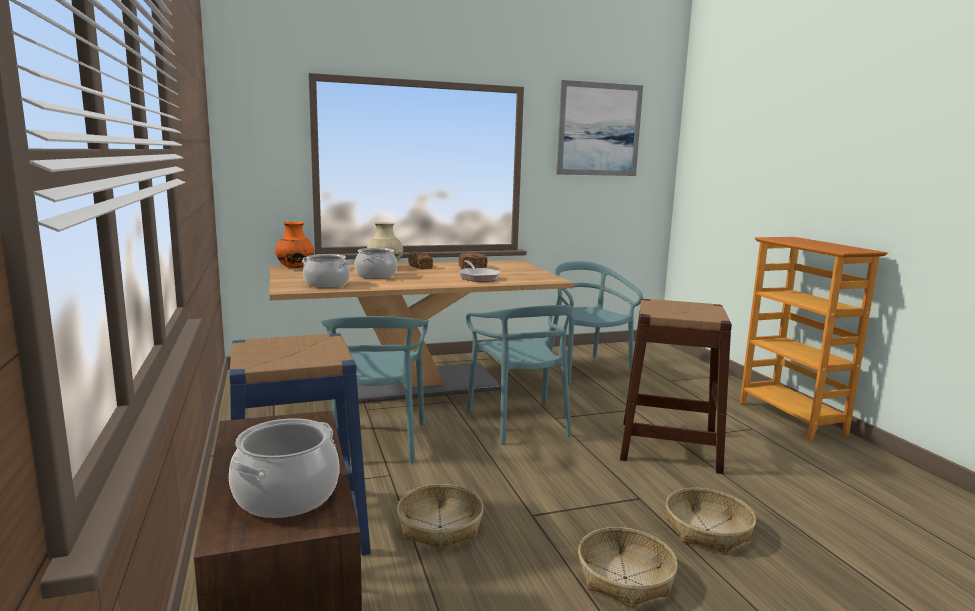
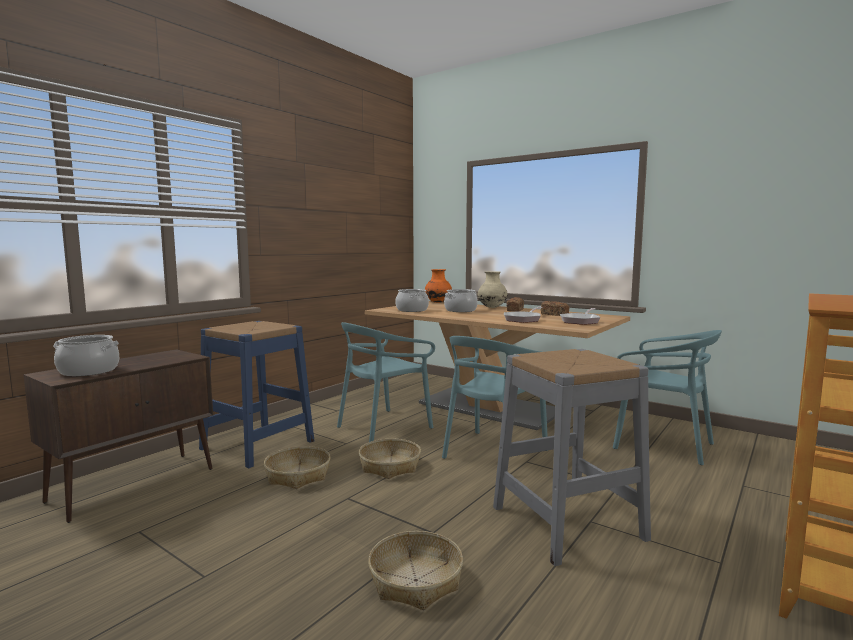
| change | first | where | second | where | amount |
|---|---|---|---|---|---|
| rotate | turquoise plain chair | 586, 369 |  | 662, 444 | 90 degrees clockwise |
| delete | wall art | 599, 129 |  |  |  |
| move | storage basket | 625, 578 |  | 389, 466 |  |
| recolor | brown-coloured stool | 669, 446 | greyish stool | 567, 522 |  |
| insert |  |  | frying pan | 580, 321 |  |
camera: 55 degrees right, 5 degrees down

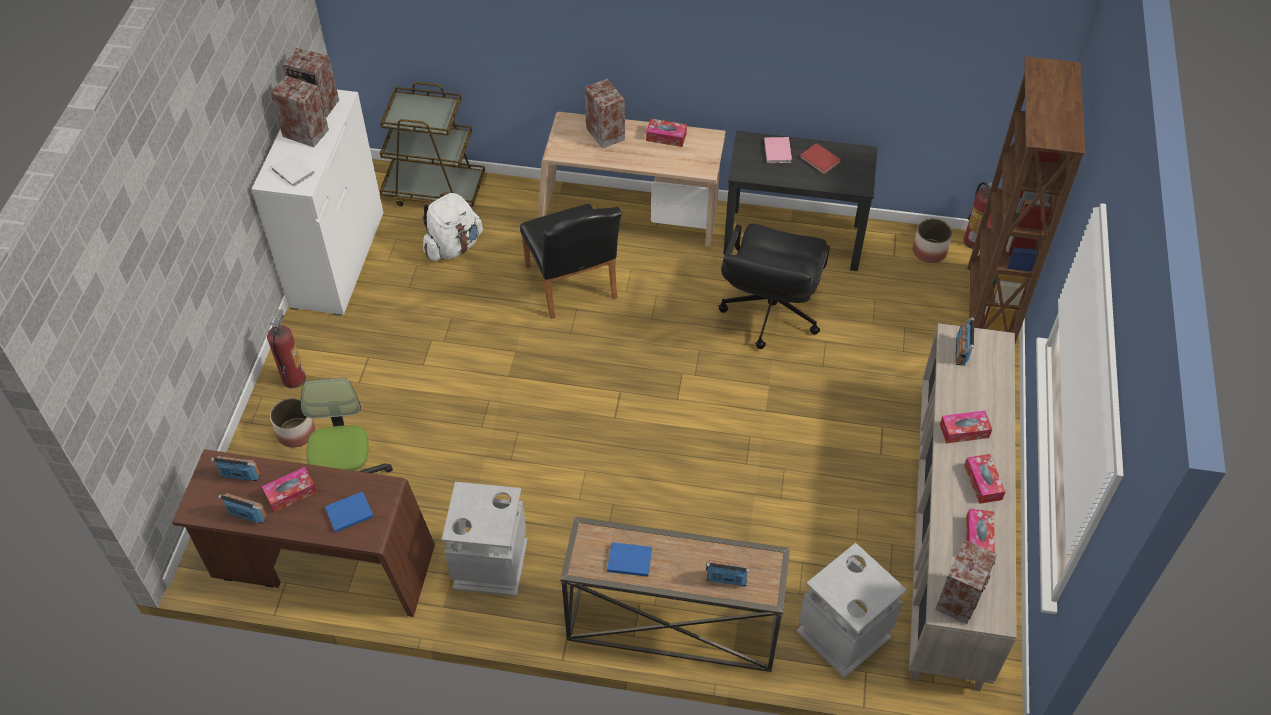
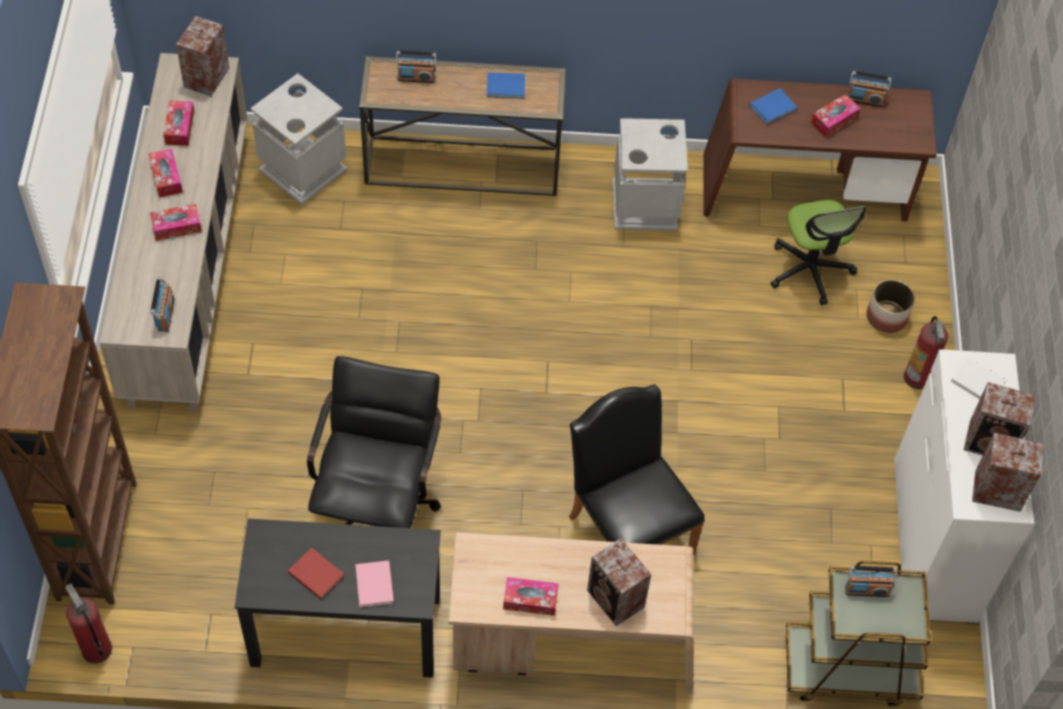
| change | first | where | second | where | amount |
|---|---|---|---|---|---|
| move | radio receiver | 240, 475 |  | 866, 590 |  |
| delete | white rucksack | 453, 246 |  |  |  |
| delete | plant pot | 929, 251 |  |  |  |
camera: 170 degrees right, 5 degrees up

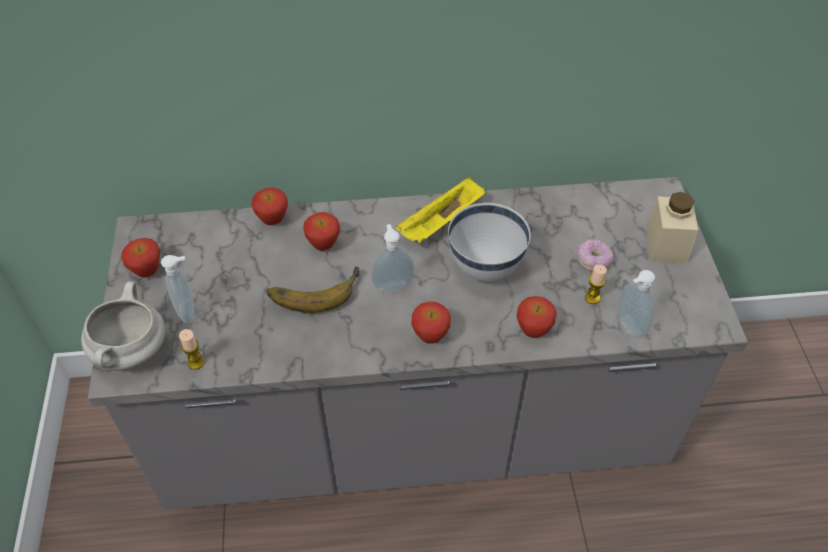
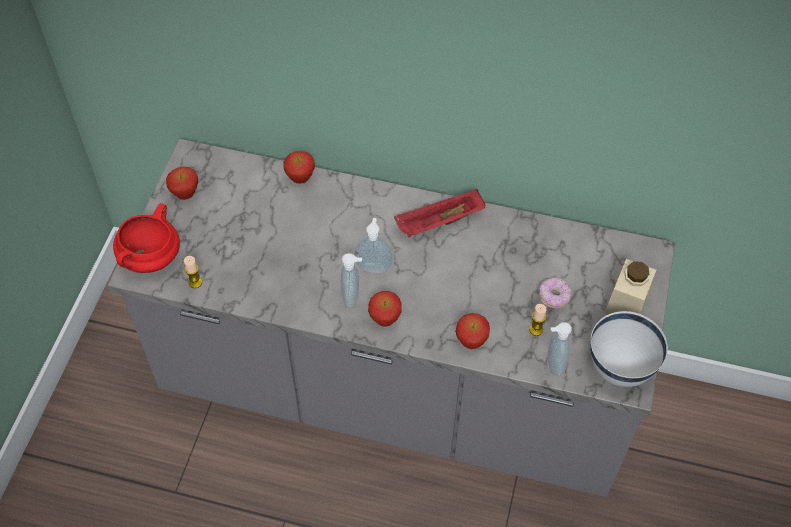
| change | first | where | second | where | amount |
|---|---|---|---|---|---|
| recolor | white cooking pot | 131, 352 | reddish cooking pot | 151, 259 |  |
| move | soap dispenser | 189, 311 |  | 352, 297 |  |
| delete | banana | 313, 289 |  |  |  |
| delete | whole apple | 323, 245 |  |  |  |
| recolor | yellow-coloured carrying tray | 441, 223 | reddish carrying tray | 439, 223 |  |
| move | white bowl | 484, 269 |  | 618, 369 |  |
camera: 20 degrees right, 5 degrees up

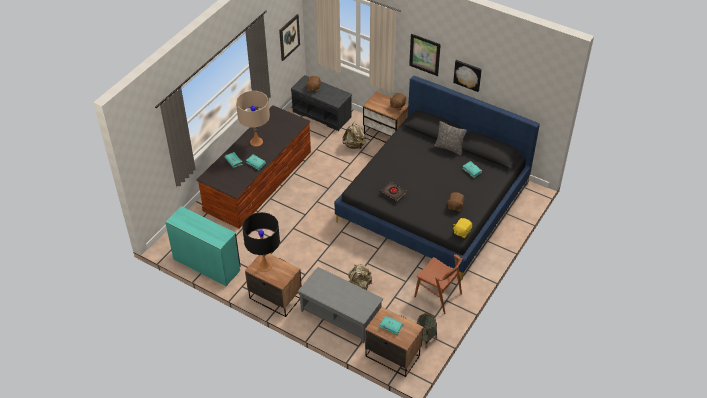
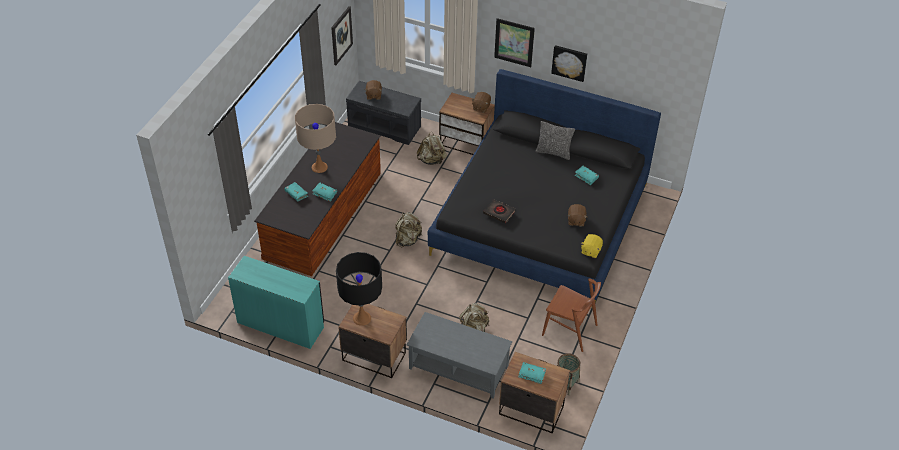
| change | first | where | second | where | amount |
|---|---|---|---|---|---|
| insert |  |  | sand-coloured rucksack | 407, 239 |  |
camera: 10 degrees left, 0 degrees up

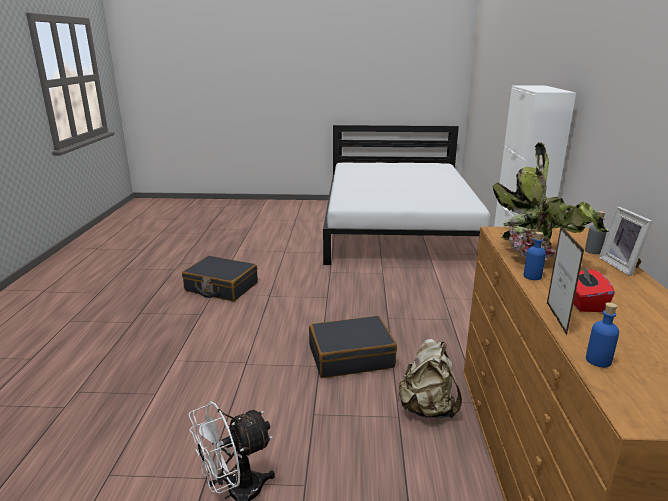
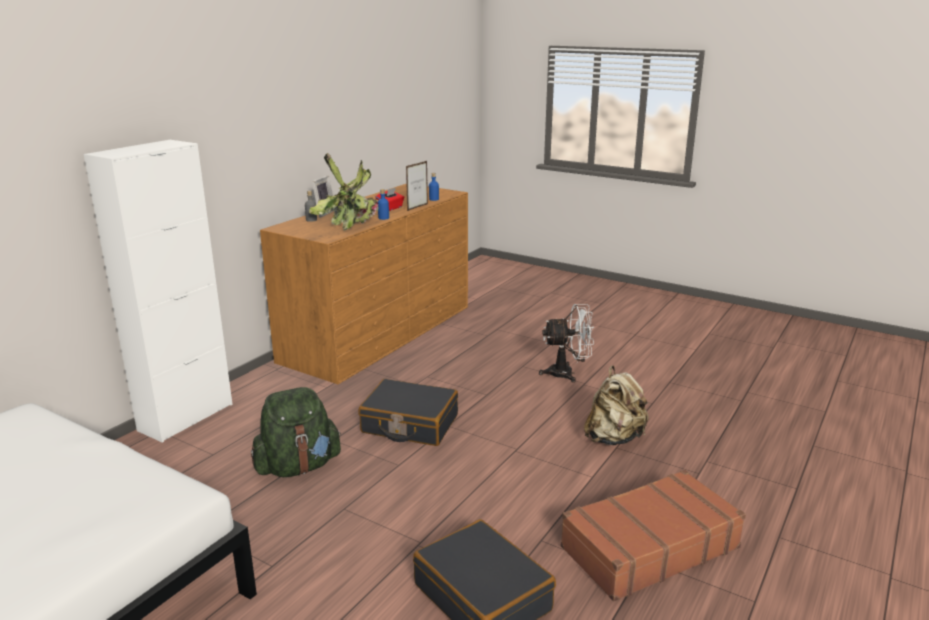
| change | first | where | second | where | amount |
|---|---|---|---|---|---|
| move | sand-coloured rucksack | 427, 408 |  | 614, 438 |  |
| insert |  |  | green rucksack | 298, 467 |  |
| insert |  |  | brown-coloured suitcase | 648, 547 |  |
camera: 150 degrees left, 0 degrees up

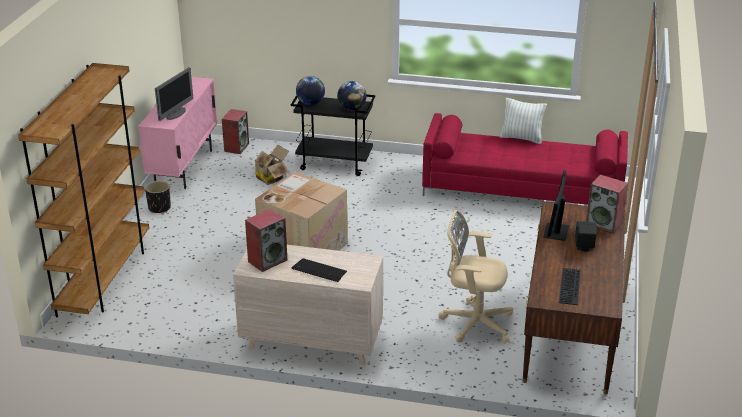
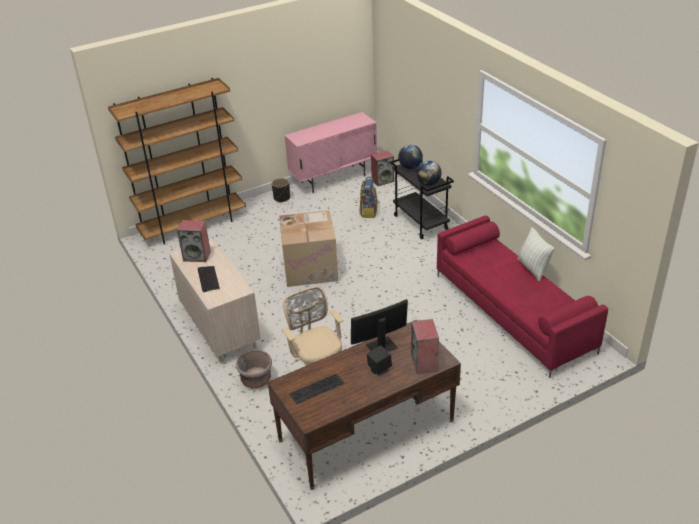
| change | first | where | second | where | amount |
|---|---|---|---|---|---|
| delete | computer display | 176, 114 |  |  |  |
| replace | carton | 271, 178 | rucksack | 368, 211 |  |
| insert |  |  | greyish plant pot | 256, 379 |  |
camera: 50 degrees right, 5 degrees up

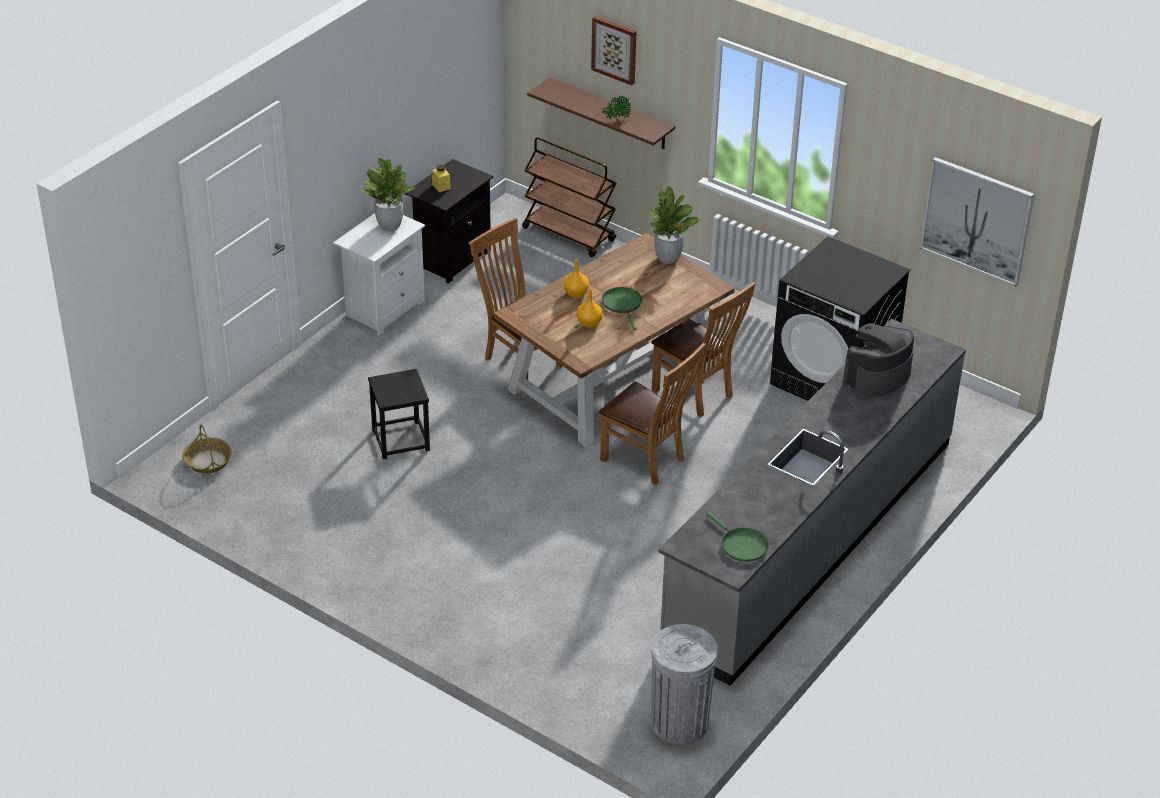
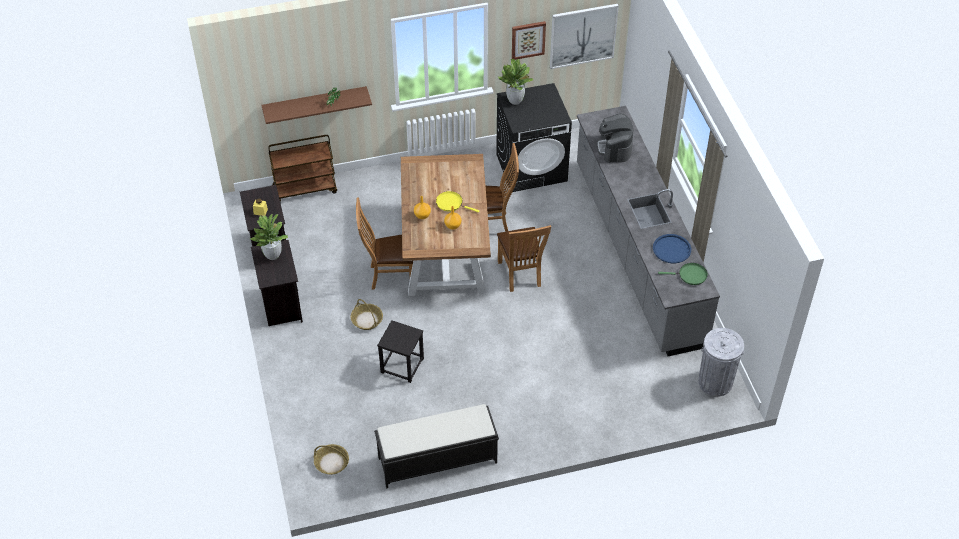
| change | first | where | second | where | amount |
|---|---|---|---|---|---|
| recolor | white night table | 383, 309 | blackish night table | 281, 306 |  |
| move | wall art | 614, 49 |  | 528, 39 |  |
| rotate | brown-coloured plain chair | 647, 461 |  | 521, 275 | 90 degrees clockwise |
| recolor | green frying pan | 623, 304 | yellow-coloured frying pan | 451, 203 |  |
| move | houseplant | 668, 258 |  | 515, 100 |  |
| insert |  |  | storage basket | 367, 320 |  |
| insert |  |  | blackish bench | 436, 460 |  |
| insert |  |  | bluish carrying tray | 671, 249 |  |
camera: 50 degrees left, 10 degrees up

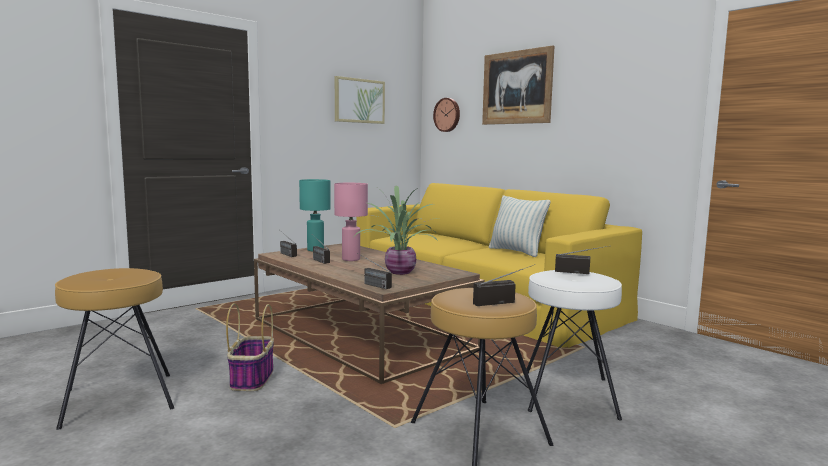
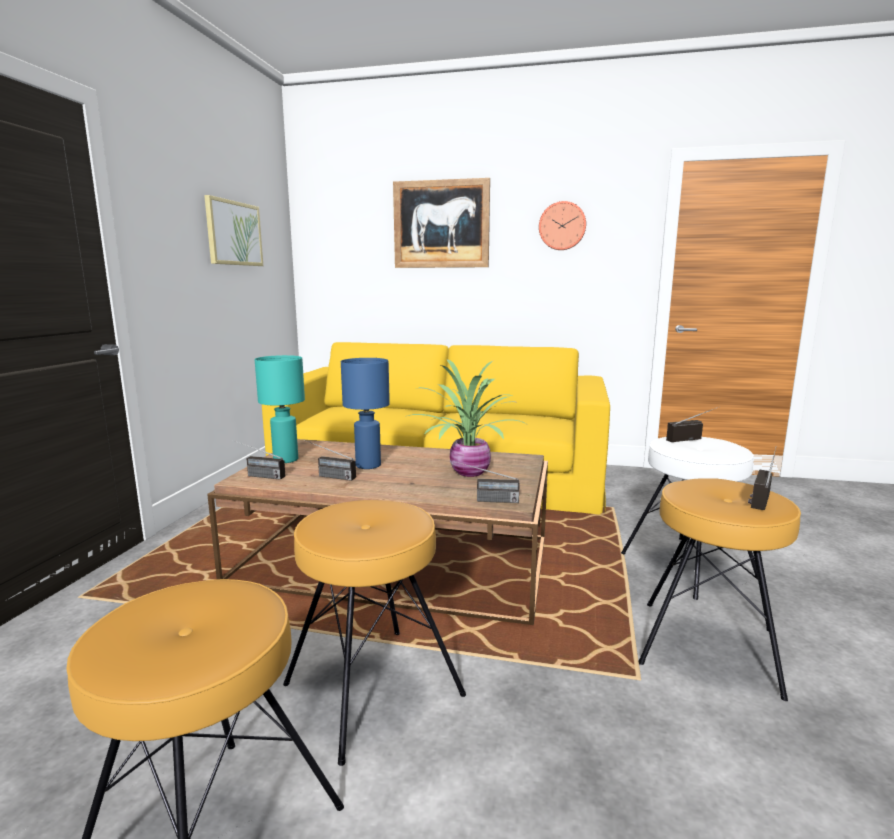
| change | first | where | second | where | amount |
|---|---|---|---|---|---|
| replace | storage basket | 252, 378 | brown-coloured stool | 372, 688 |  |
| recolor | pink tabletop lamp | 351, 259 | bluish tabletop lamp | 369, 465 |  |
| move | wall clock | 447, 115 |  | 562, 226 |  |
| delete | throw pillow | 516, 251 |  |  |  |
camera: 35 degrees left, 5 degrees up

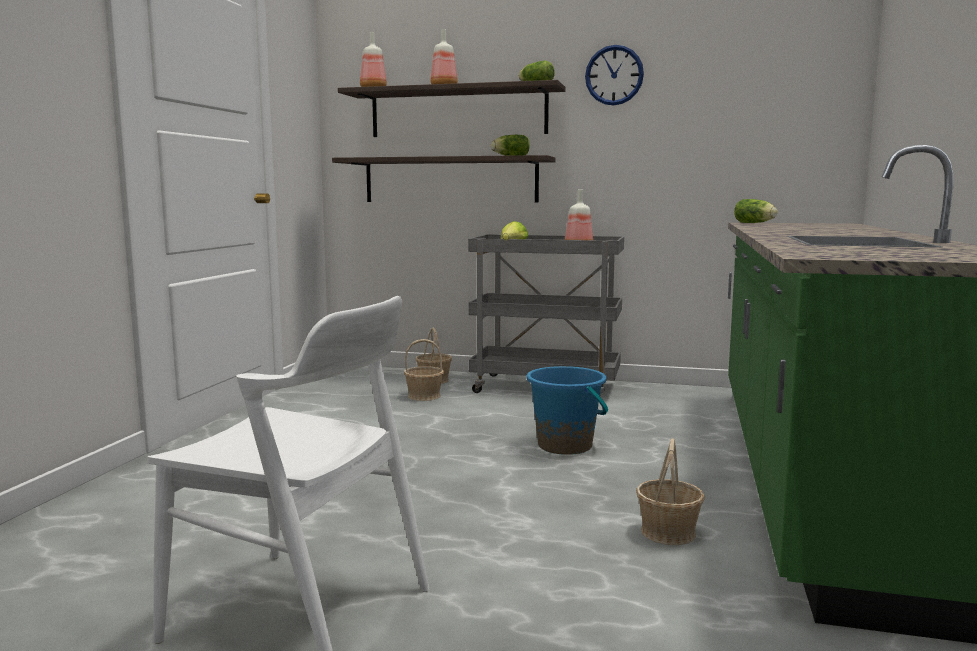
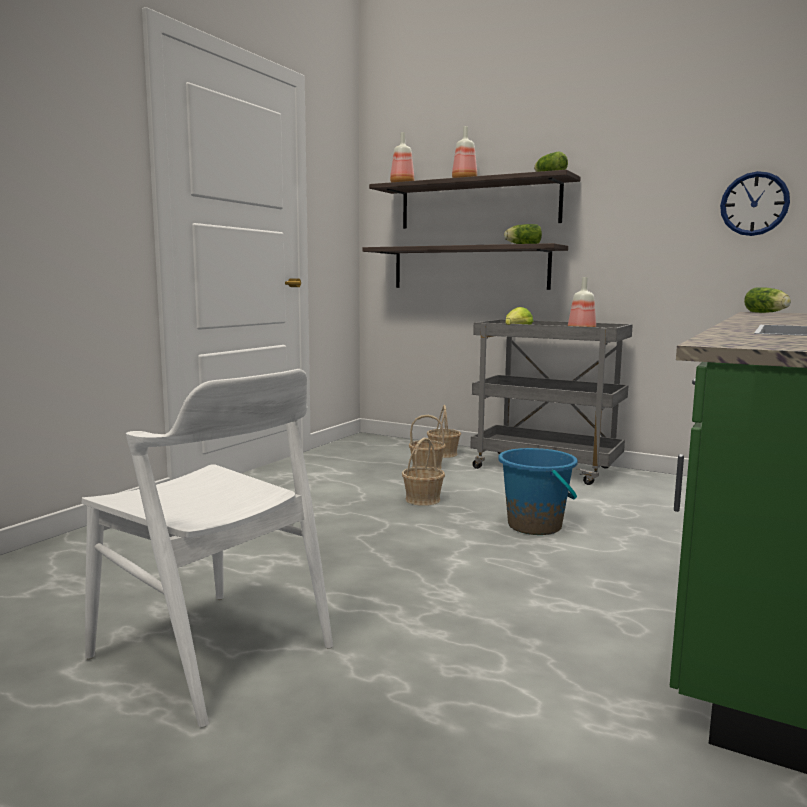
| change | first | where | second | where | amount |
|---|---|---|---|---|---|
| move | wall clock | 614, 75 |  | 754, 204 |  |
| move | storage basket | 668, 532 |  | 423, 499 |  |
camera: 15 degrees right, 0 degrees up

